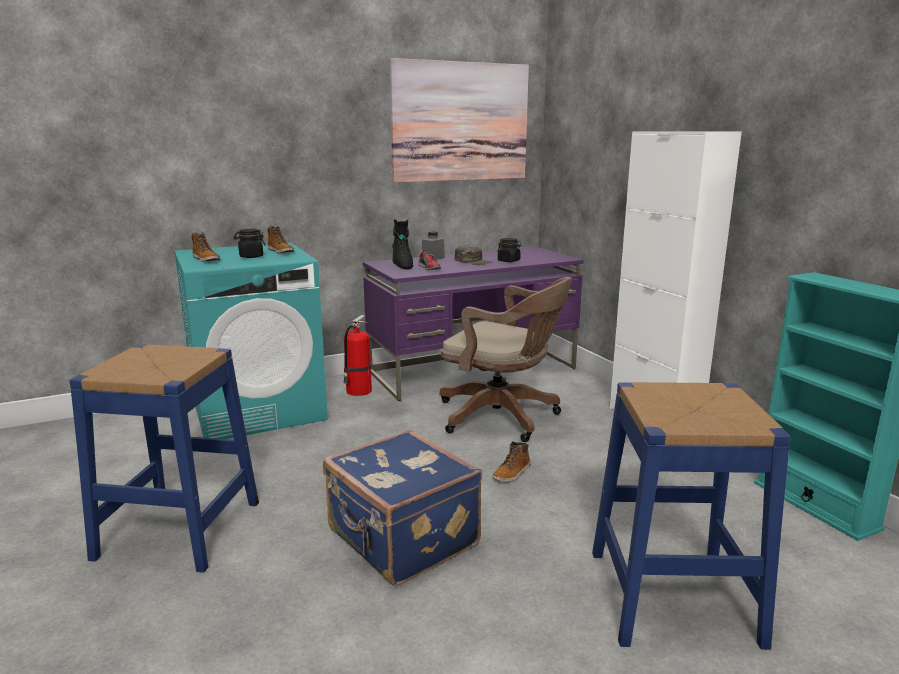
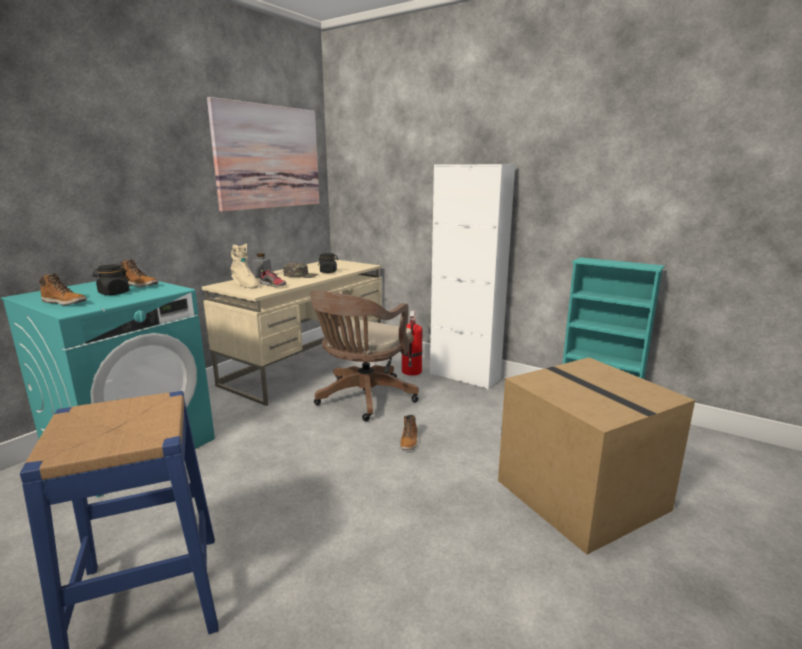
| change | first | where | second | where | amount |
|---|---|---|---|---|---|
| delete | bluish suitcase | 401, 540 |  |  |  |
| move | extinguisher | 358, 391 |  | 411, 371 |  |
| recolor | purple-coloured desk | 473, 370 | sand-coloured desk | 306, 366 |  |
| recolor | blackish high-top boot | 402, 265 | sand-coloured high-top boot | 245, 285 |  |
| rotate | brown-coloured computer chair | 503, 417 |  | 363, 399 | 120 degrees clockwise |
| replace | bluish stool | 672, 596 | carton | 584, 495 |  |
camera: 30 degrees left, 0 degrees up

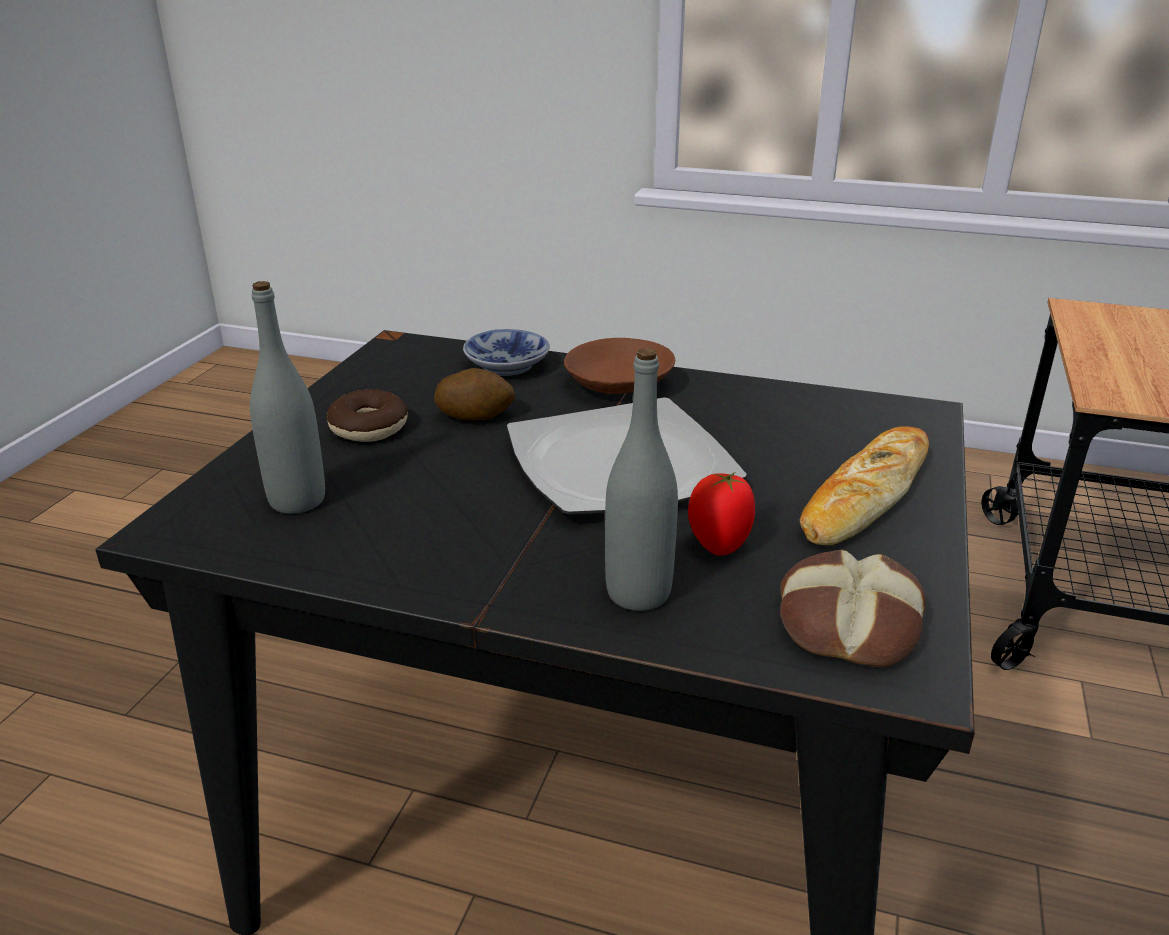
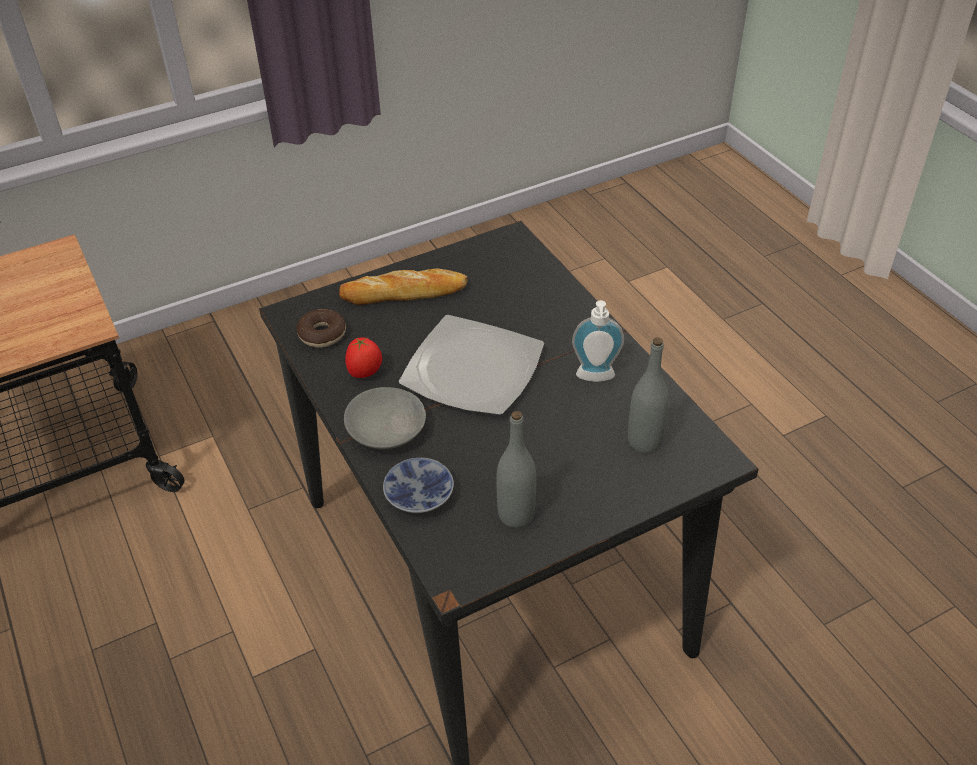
| change | first | where | second | where | amount |
|---|---|---|---|---|---|
| move | ring doughnut | 369, 428 |  | 322, 334 |  |
| delete | whole potato | 475, 415 |  |  |  |
| recolor | brown-coloured bowl | 617, 385 | greyish bowl | 387, 430 |  |
| move | greyish drink bottle | 638, 593 |  | 516, 515 |  |
| move | whole tomato | 718, 545 |  | 365, 373 |  |
| delete | baked bread | 846, 622 |  |  |  |
| insert |  |  | soap dispenser | 595, 378 |  |
camera: 135 degrees left, 15 degrees up

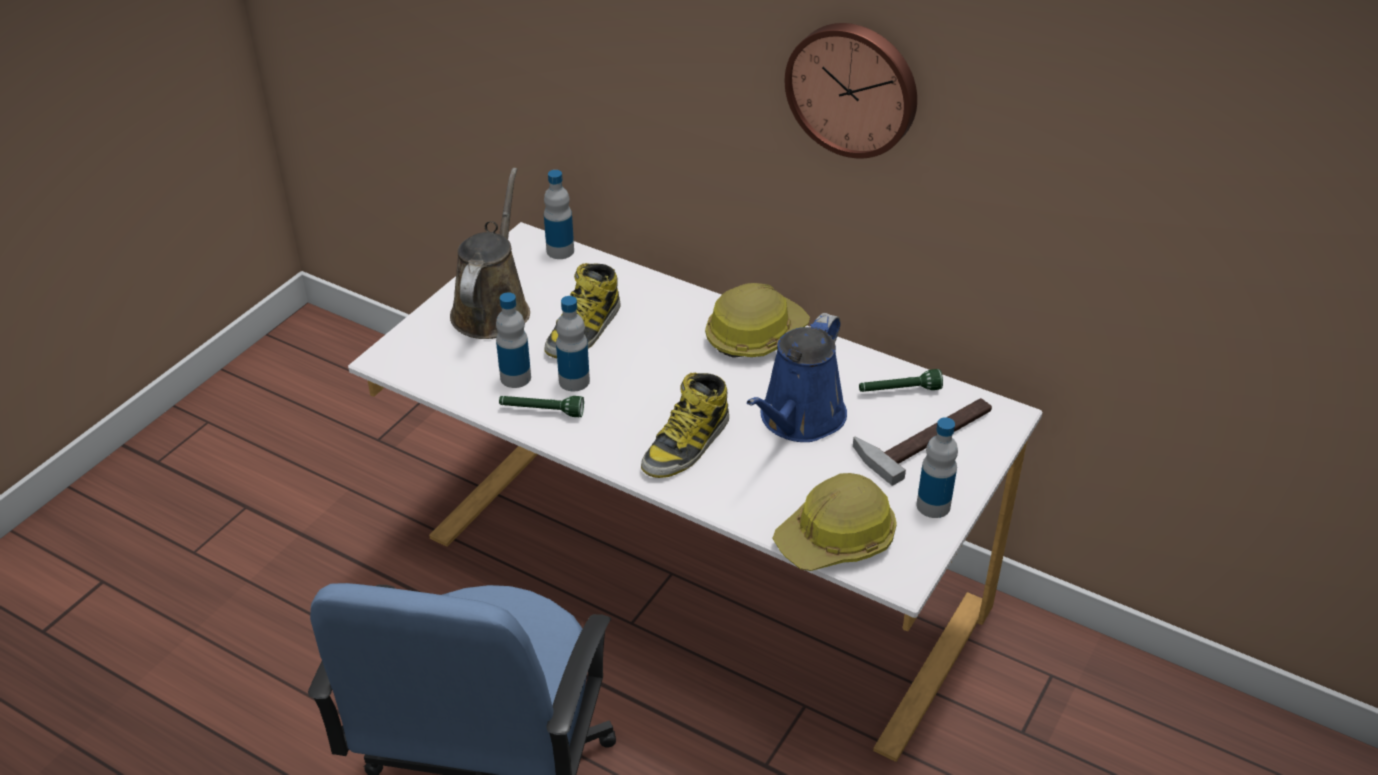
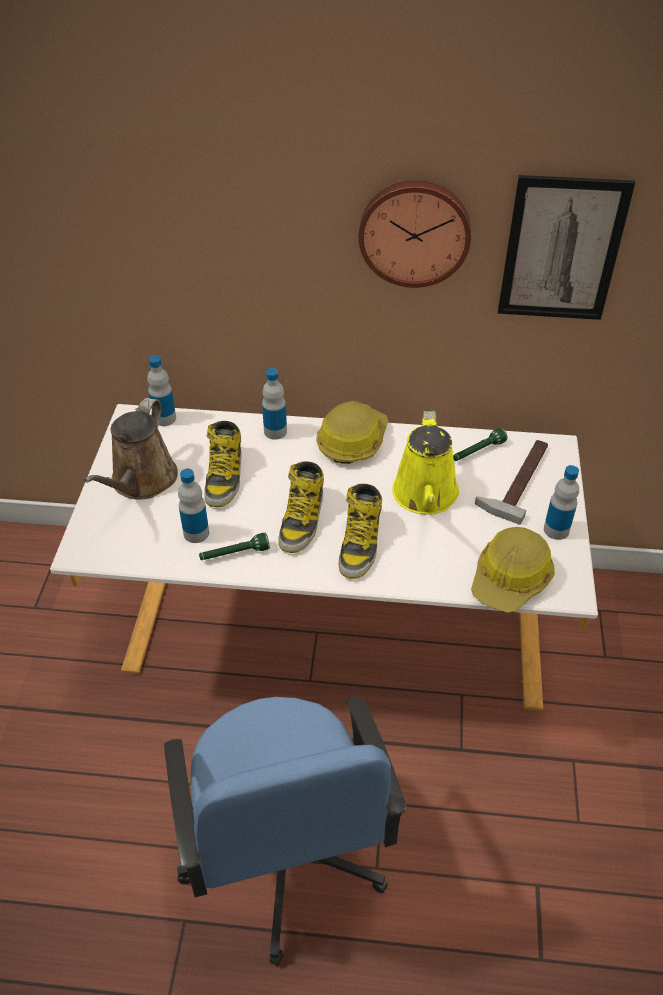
| change | first | where | second | where | amount |
|---|---|---|---|---|---|
| rotate | brown-coloured sprinkling can | 493, 308 |  | 141, 482 | 150 degrees counterclockwise |
| move | drink bottle | 574, 381 |  | 275, 431 |  |
| recolor | bluish sprinkling can | 799, 420 | yellow-coloured sprinkling can | 425, 496 |  |
| insert |  |  | high-top boot | 302, 520 |  |
| insert |  |  | wall art | 561, 250 |  |
camera: 25 degrees left, 5 degrees up

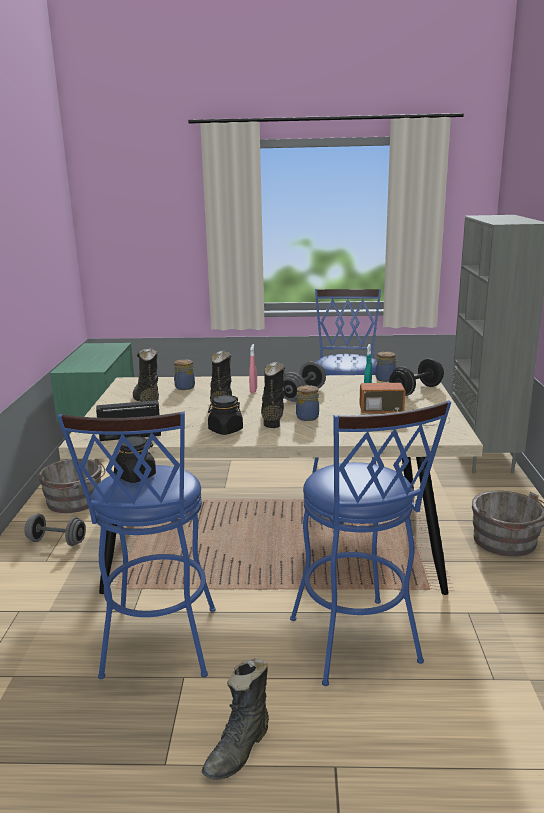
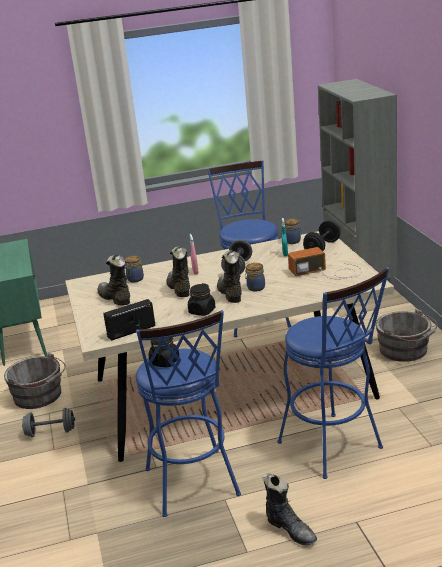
| change | first | where | second | where | amount |
|---|---|---|---|---|---|
| rotate | blackish high-top boot | 239, 750 |  | 290, 530 | 60 degrees counterclockwise |
camera: 15 degrees left, 5 degrees up

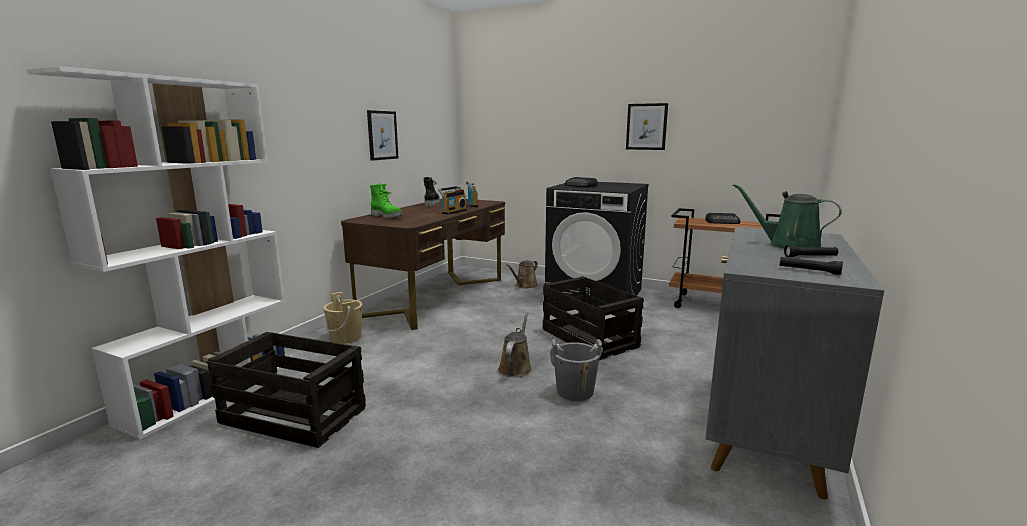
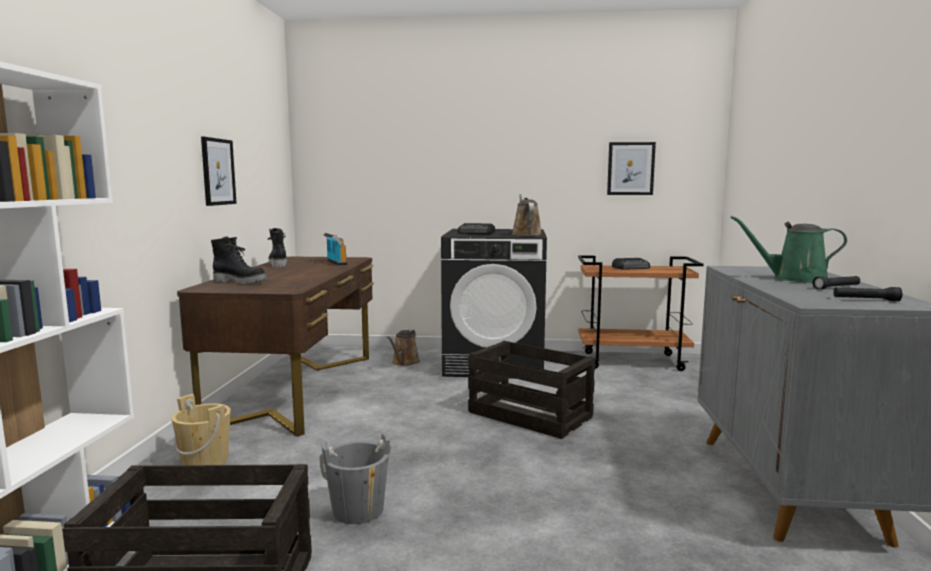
| change | first | where | second | where | amount |
|---|---|---|---|---|---|
| recolor | green high-top boot | 387, 216 | blackish high-top boot | 241, 282 |  |
| delete | radio receiver | 453, 212 |  |  |  |
| move | brown-coloured sprinkling can | 516, 367 |  | 525, 234 |  |
| move | greyish pail | 575, 391 |  | 358, 510 |  |
| move | wall art | 646, 126 |  | 630, 168 |  |
camera: 20 degrees left, 5 degrees down

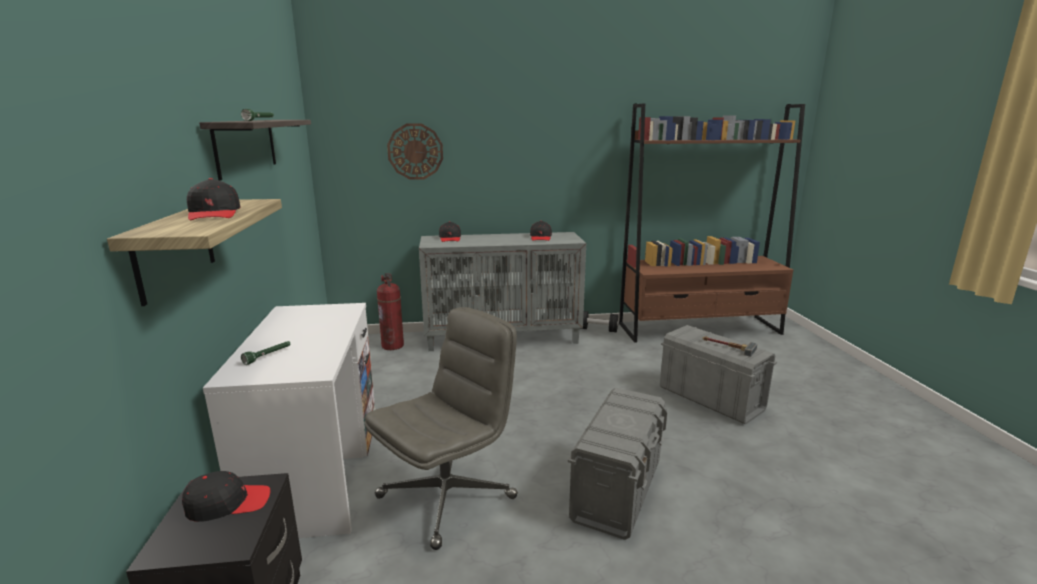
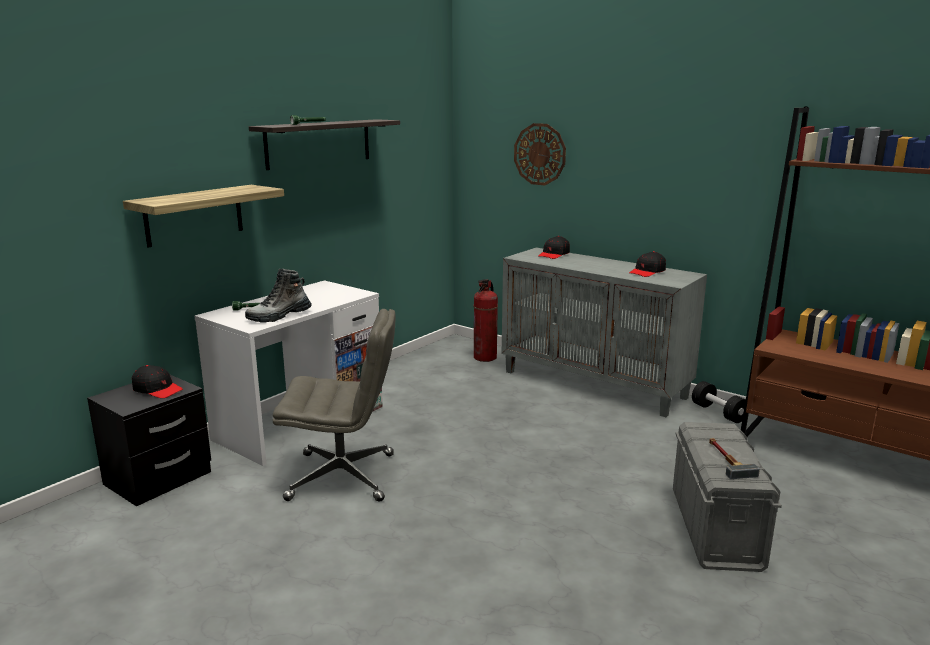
| change | first | where | second | where | amount |
|---|---|---|---|---|---|
| delete | blackish peaked cap | 214, 214 |  |  |  |
| delete | greyish storage container | 618, 490 |  |  |  |
| insert |  |  | high-top boot | 279, 316 |  |
camera: 45 degrees right, 0 degrees up

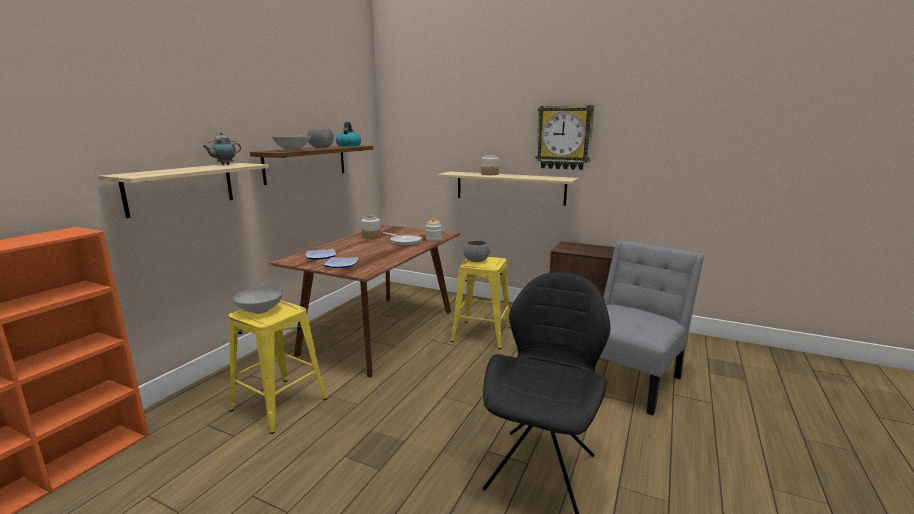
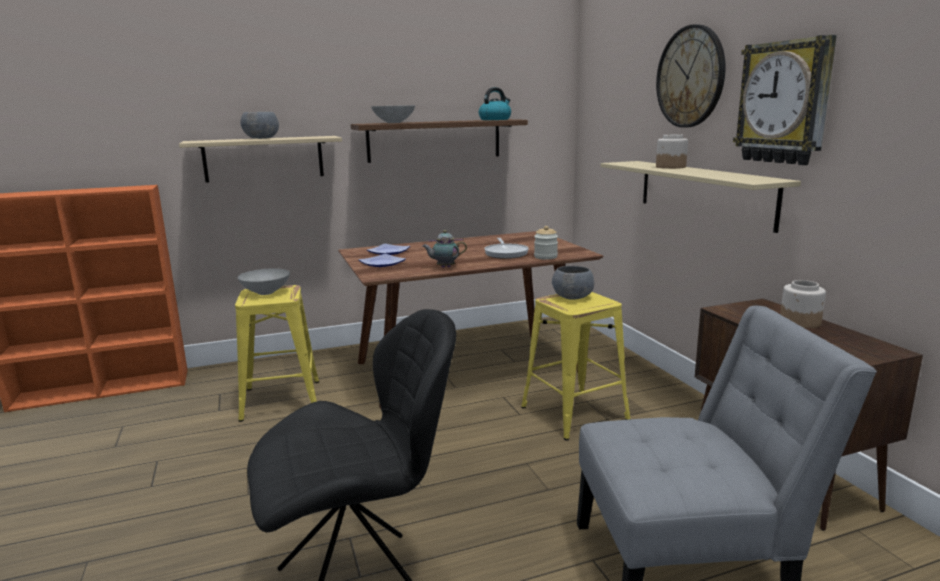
| change | first | where | second | where | amount |
|---|---|---|---|---|---|
| move | pot for tea | 224, 165 |  | 444, 267 |  |
| move | greyish bowl | 321, 147 |  | 262, 138 |  |
| move | preserve jar | 371, 236 |  | 800, 322 |  |
| insert |  |  | wall clock | 690, 77 |  |
camera: 45 degrees right, 0 degrees up

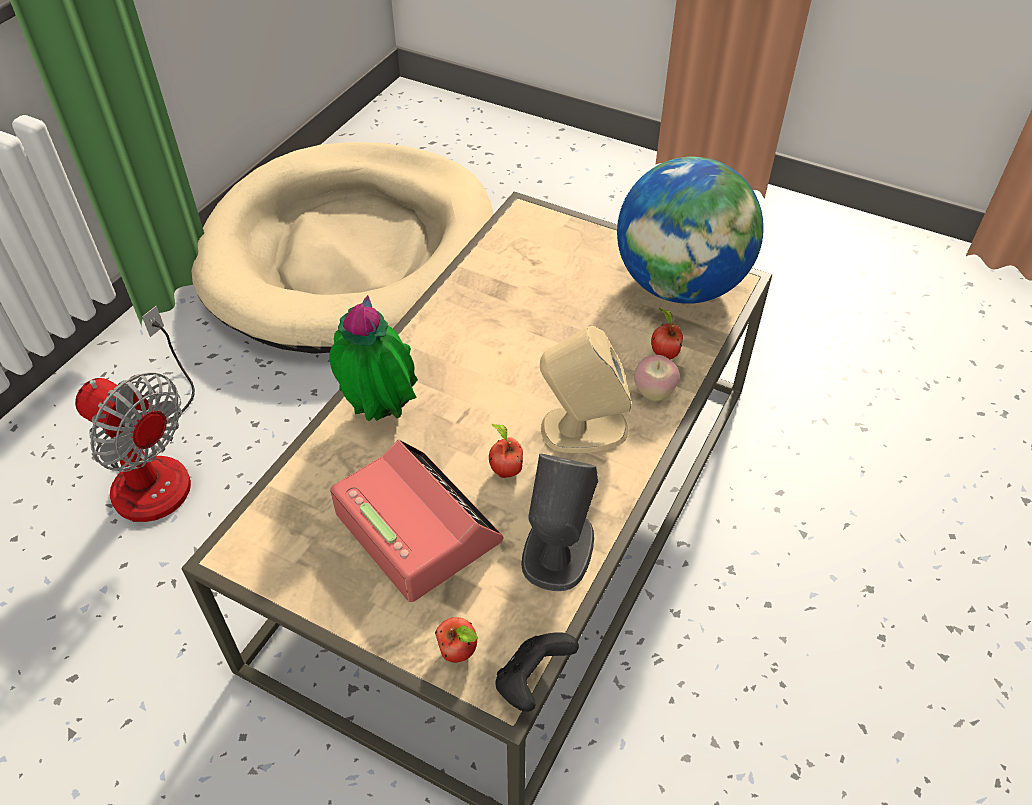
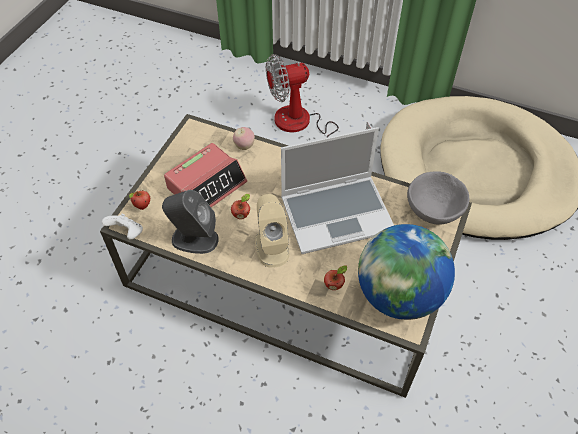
| change | first | where | second | where | amount |
|---|---|---|---|---|---|
| rotate | cooling fan | 156, 466 |  | 303, 125 | 45 degrees clockwise |
| delete | houseplant | 379, 414 |  |  |  |
| recolor | blackish gamepad | 532, 681 | white gamepad | 127, 233 |  |
| move | whole apple | 653, 393 |  | 244, 146 |  |
| insert |  |  | laptop | 337, 213 |  |
| insert |  |  | greyish bowl | 434, 210 |  |
camera: 85 degrees right, 5 degrees up

